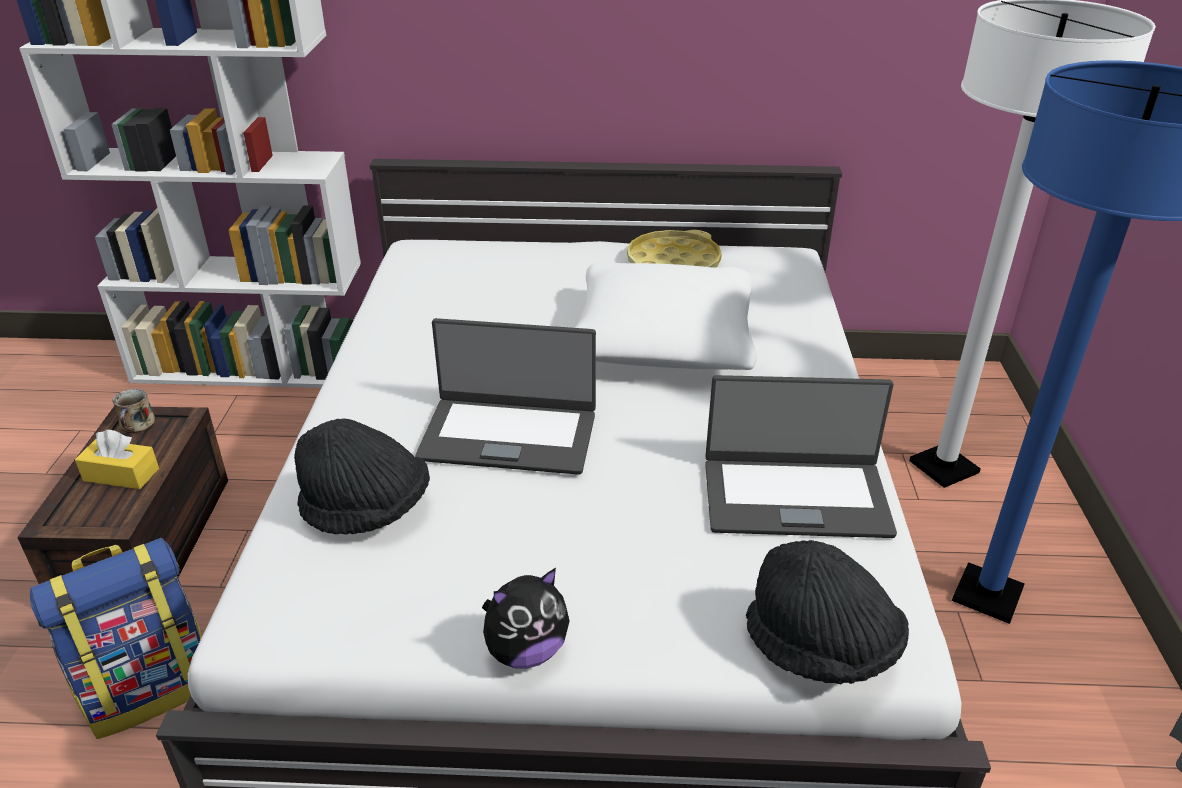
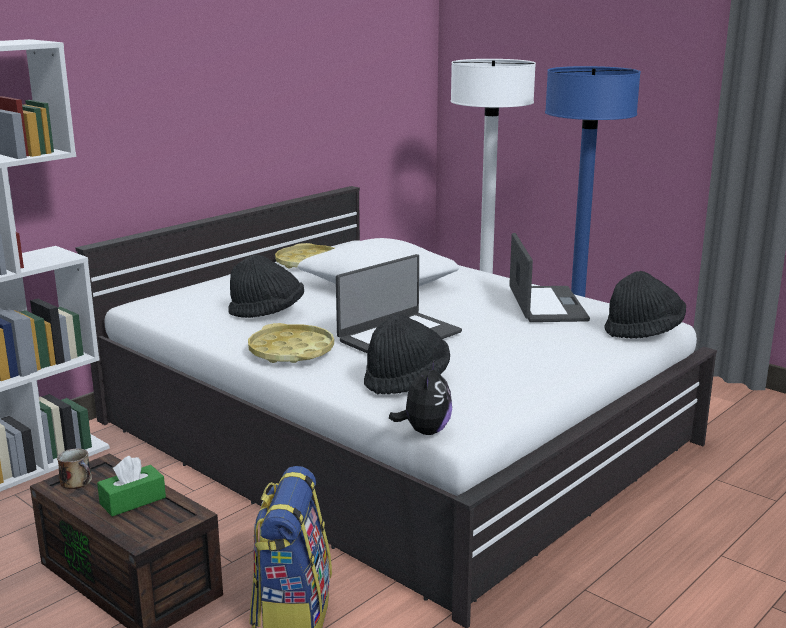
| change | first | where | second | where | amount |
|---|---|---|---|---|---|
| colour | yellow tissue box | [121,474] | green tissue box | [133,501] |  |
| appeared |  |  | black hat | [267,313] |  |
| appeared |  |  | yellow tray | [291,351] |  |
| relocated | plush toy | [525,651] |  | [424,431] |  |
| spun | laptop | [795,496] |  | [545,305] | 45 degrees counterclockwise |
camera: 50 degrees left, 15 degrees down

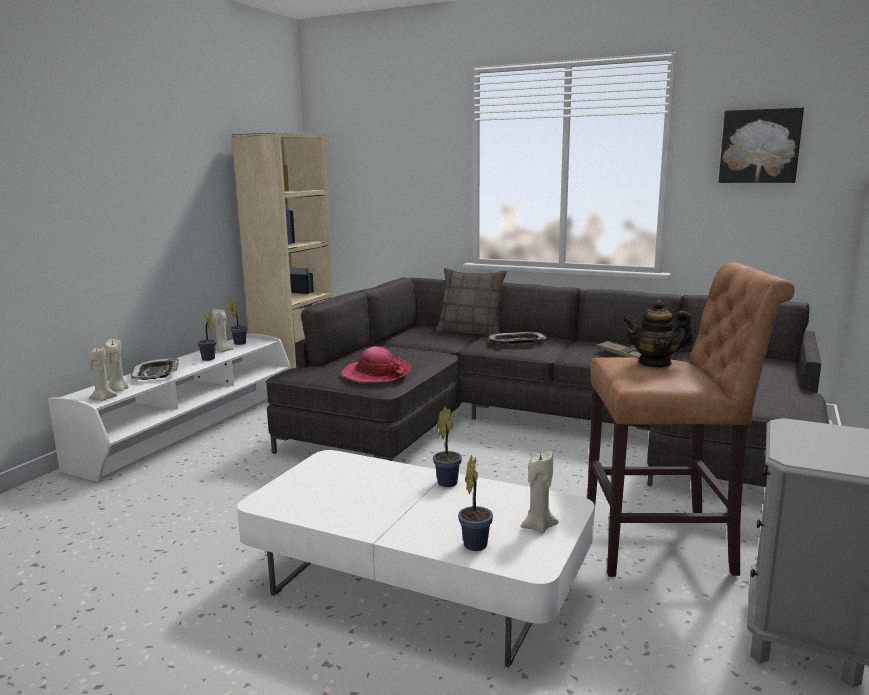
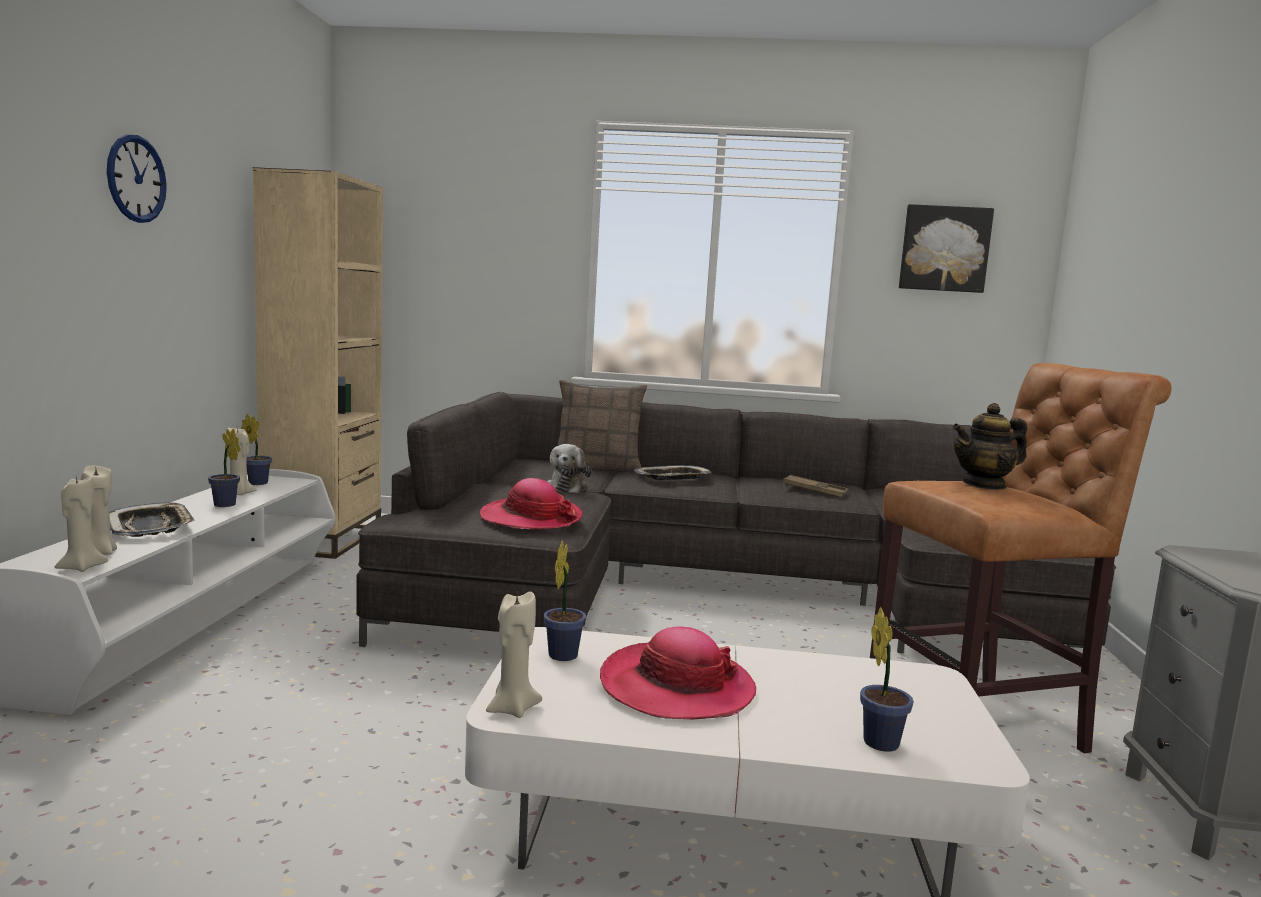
| change | first | where | second | where | amount |
|---|---|---|---|---|---|
| appeared |  |  | wall clock | [136,179] |  |
| relocated | beige candle | [538,527] |  | [512,709] |  |
| relocated | potted plant | [449,482] |  | [564,654] |  |
| appeared |  |  | plush toy | [567,487] |  |
| appeared |  |  | hat | [676,687] |  |
camera: 20 degrees left, 5 degrees down

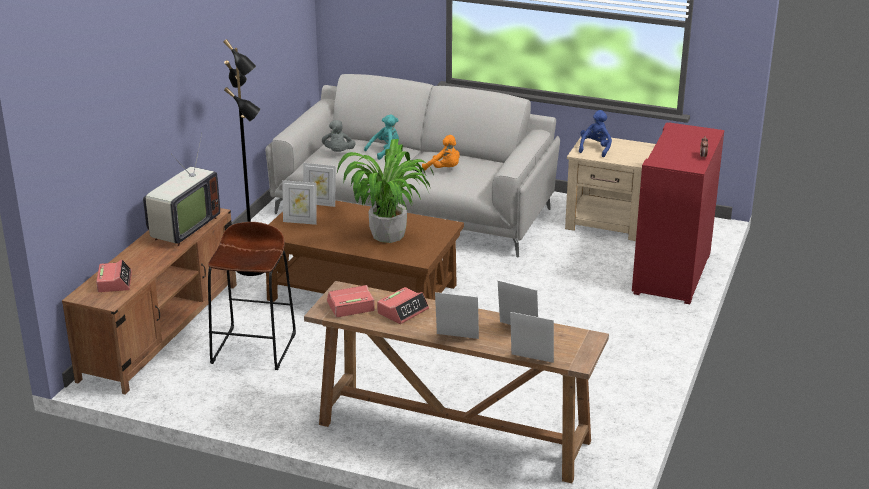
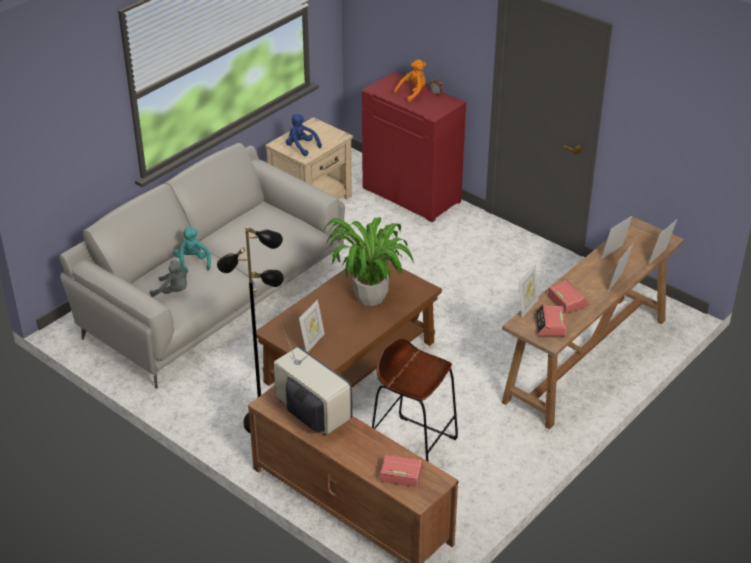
| change | first | where | second | where | amount |
|---|---|---|---|---|---|
| relocated | orange plush toy | [444,169] |  | [413,93] |  |
| relocated | picture frame | [320,203] |  | [527,307] |  |
camera: 70 degrees left, 10 degrees up

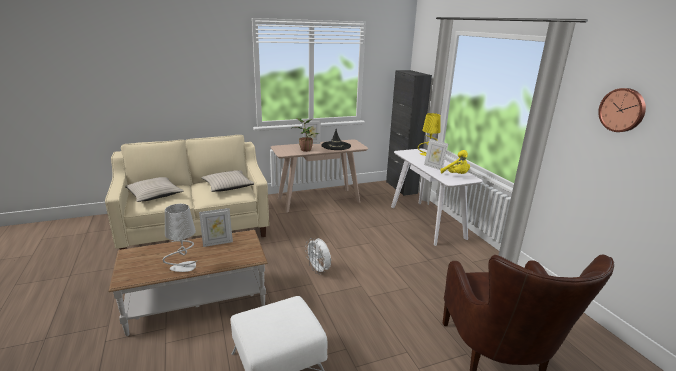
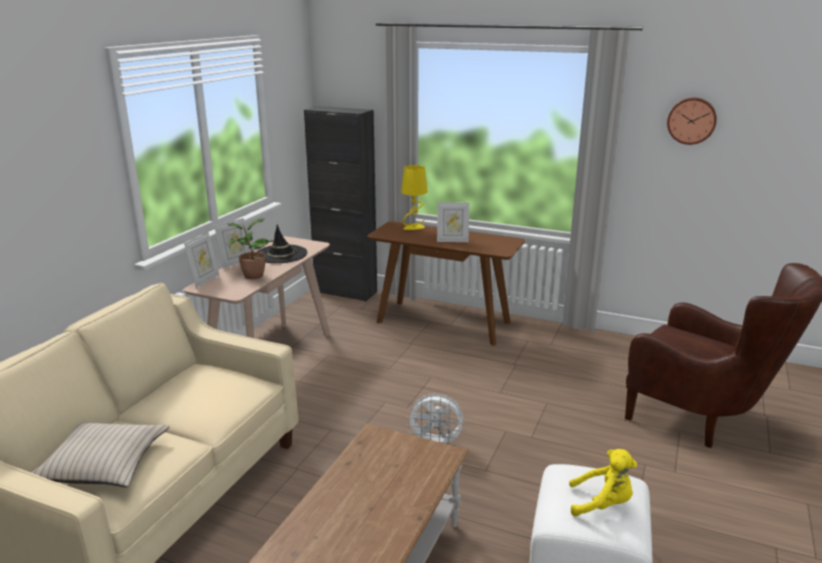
| change | first | where | second | where | amount |
|---|---|---|---|---|---|
| relocated | picture frame | [217,243] |  | [205,280] |  |
| colour | white console table | [427,222] | brown console table | [443,322] |  |
| relocated | yellow plush toy | [456,175] |  | [602,504] |  |
| missing | grey table lamp | [183,268] |  |  |  |
| missing | beige pillow | [228,186] |  |  |  |
camera: 45 degrees left, 0 degrees up

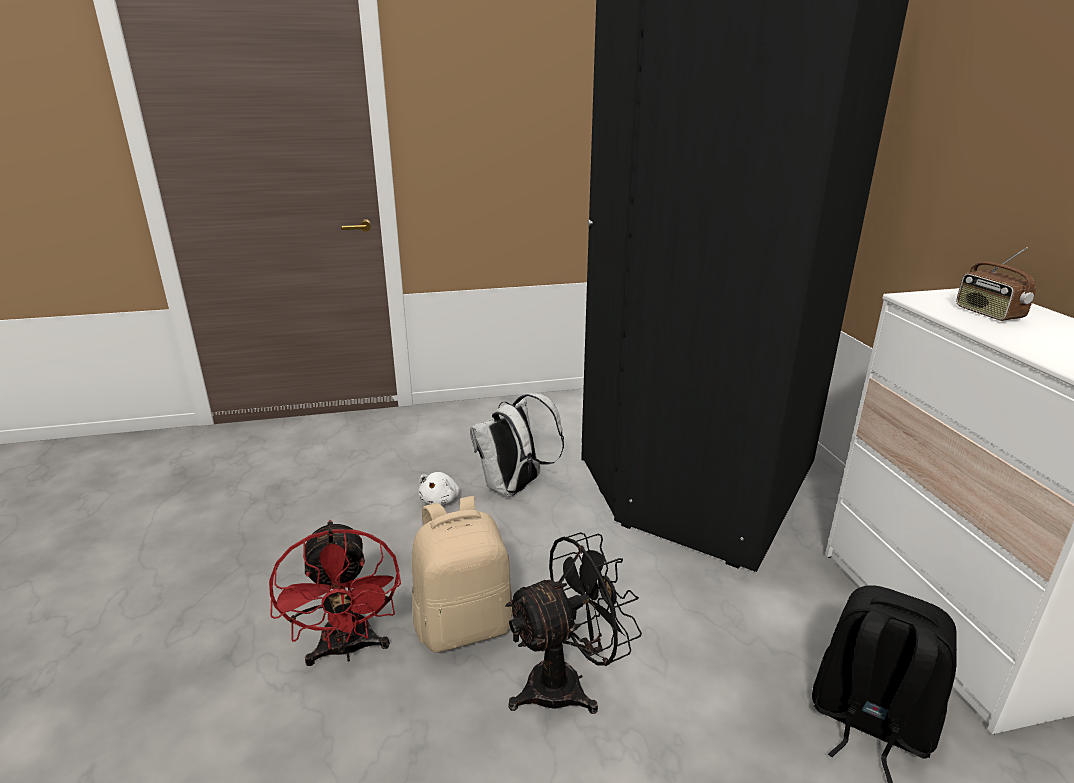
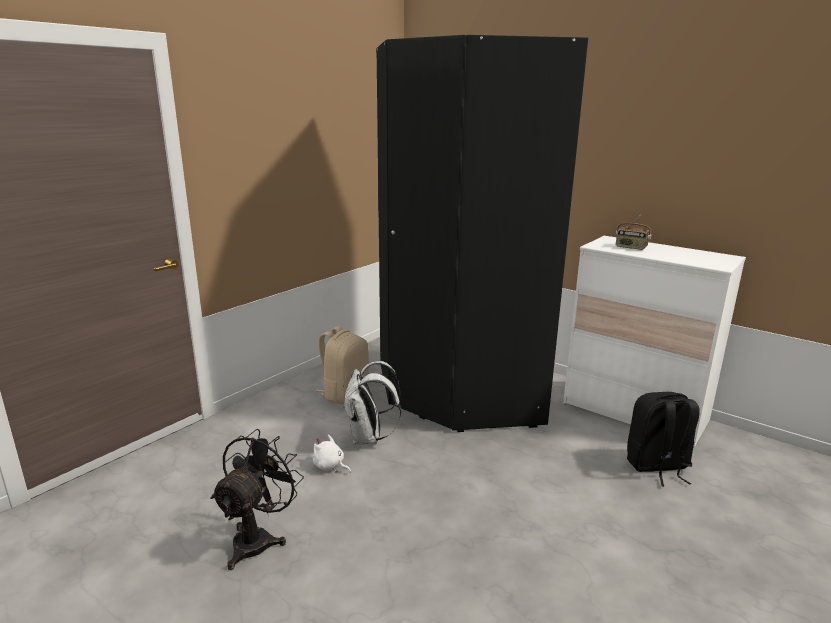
| change | first | where | second | where | amount |
|---|---|---|---|---|---|
| relocated | black fan | [567,683] |  | [258,538] |  |
| spun | white plush toy | [440,499] |  | [330,466] | 150 degrees clockwise |
| relocated | beige backpack | [464,625] |  | [344,394] |  |
| missing | red fan | [348,650] |  |  |  |
camera: 40 degrees left, 5 degrees down

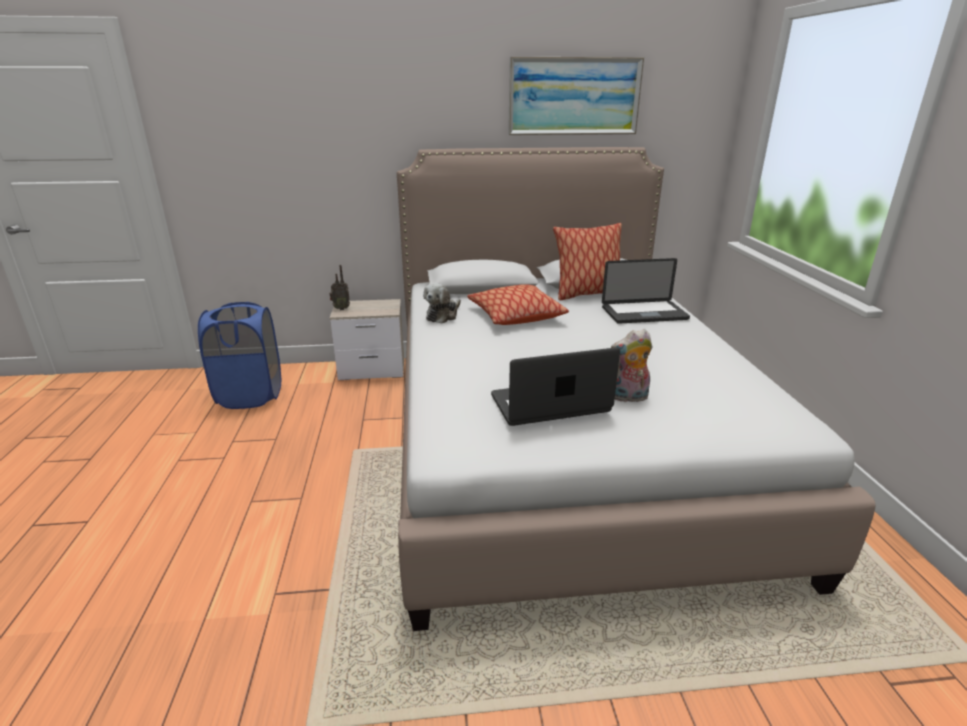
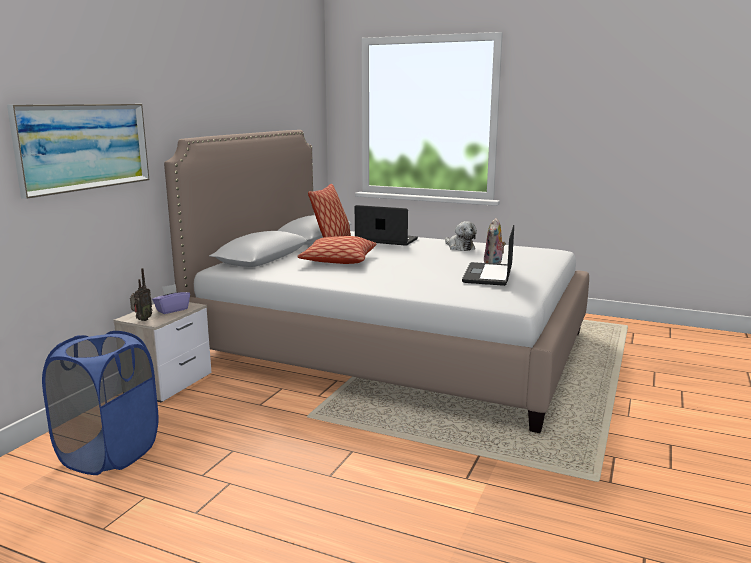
| change | first | where | second | where | amount |
|---|---|---|---|---|---|
| relocated | picture | [574,96] |  | [84,146] |  |
| appeared |  |  | purple tissue box | [172,310] |  |
| spun | laptop | [644,313] |  | [386,240] | 90 degrees counterclockwise |
| relocated | plush toy | [443,315] |  | [459,247] |  |
camera: 60 degrees left, 10 degrees down

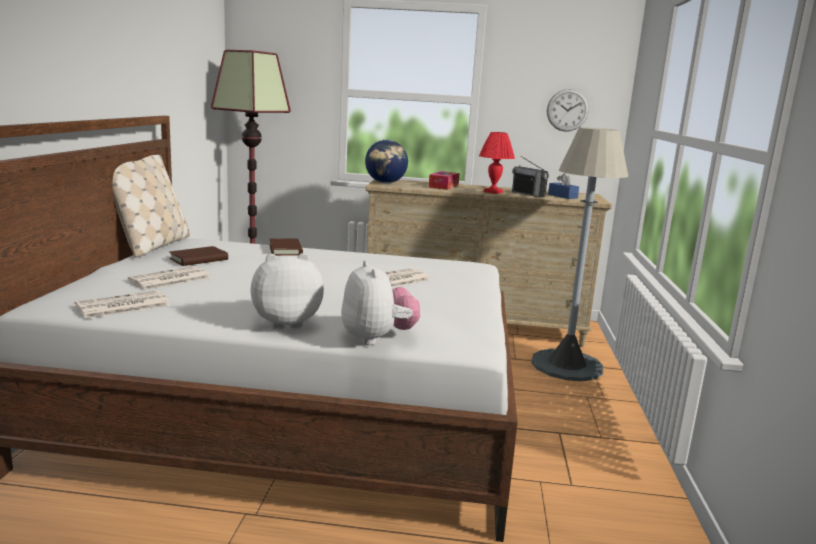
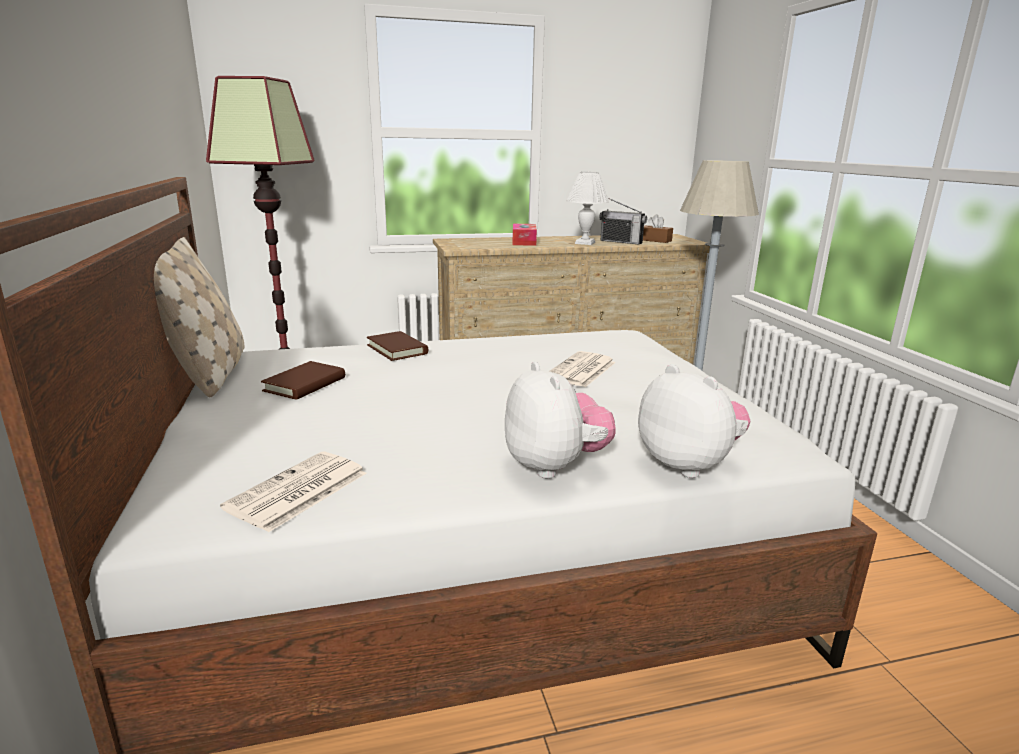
| change | first | where | second | where | amount |
|---|---|---|---|---|---|
| spun | plush toy | [286,323] |  | [555,466] | 105 degrees clockwise |
| colour | red table lamp | [494,192] | white table lamp | [585,243] |  |
| colour | blue tissue box | [562,196] | brown tissue box | [654,240] |  |
| missing | newspaper | [169,279] |  |  |  |
| missing | globe | [385,183] |  |  |  |
| missing | wall clock | [567,110] |  |  |  |
camera: 20 degrees left, 5 degrees up

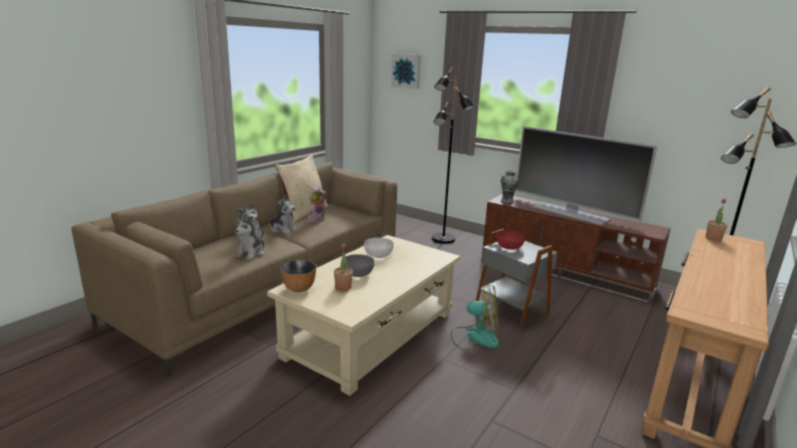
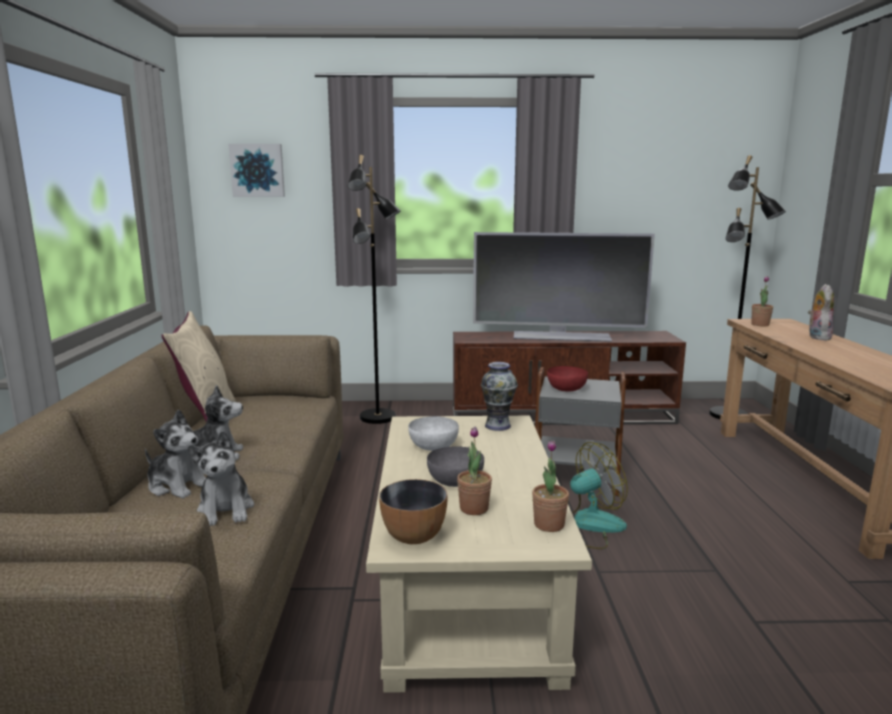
| change | first | where | second | where | amount |
|---|---|---|---|---|---|
| relocated | vase | [507,201] |  | [497,425] |  |
| appeared |  |  | potted plant | [549,524] |  |
| relocated | plush toy | [316,220] |  | [817,337] |  |
camera: 35 degrees left, 5 degrees down

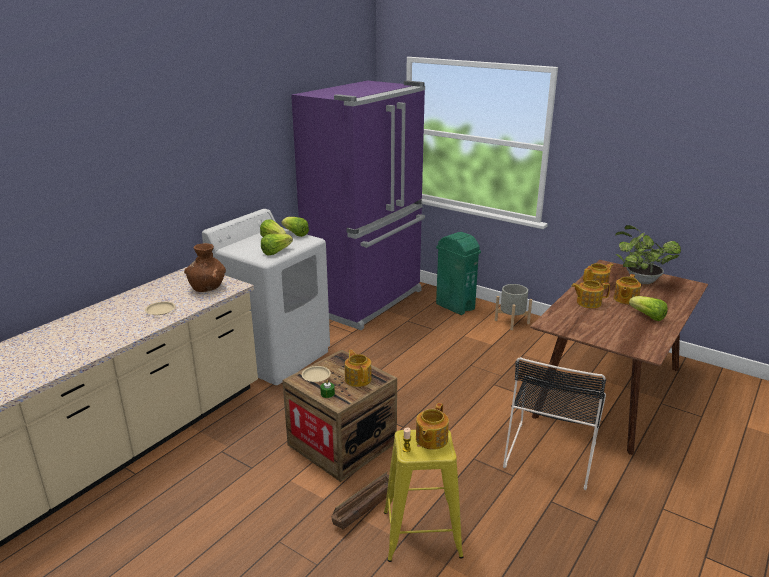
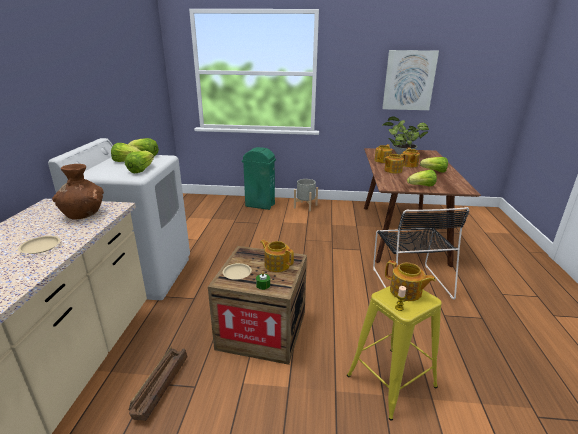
| change | first | where | second | where | amount |
|---|---|---|---|---|---|
| relocated | crate | [364,505] |  | [159,386] |  |
| appeared |  |  | picture | [409,80] |  |
| spun | teapot | [431,439] |  | [406,292] | 45 degrees counterclockwise |
| appeared |  |  | lettuce | [421,186] |  |
| missing | purple fridge | [367,301] |  |  |  |
camera: 30 degrees left, 0 degrees up

